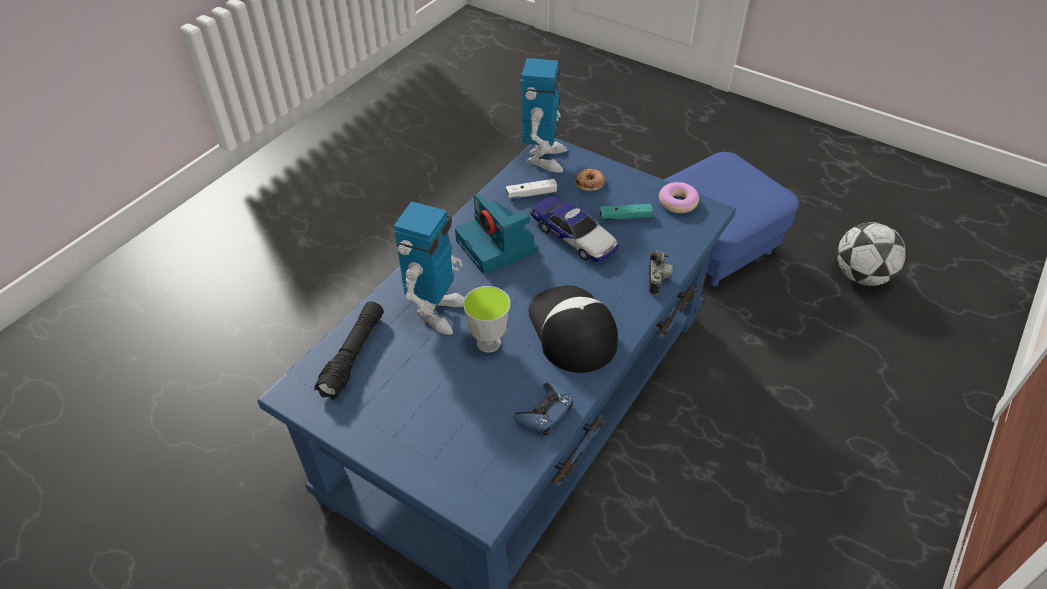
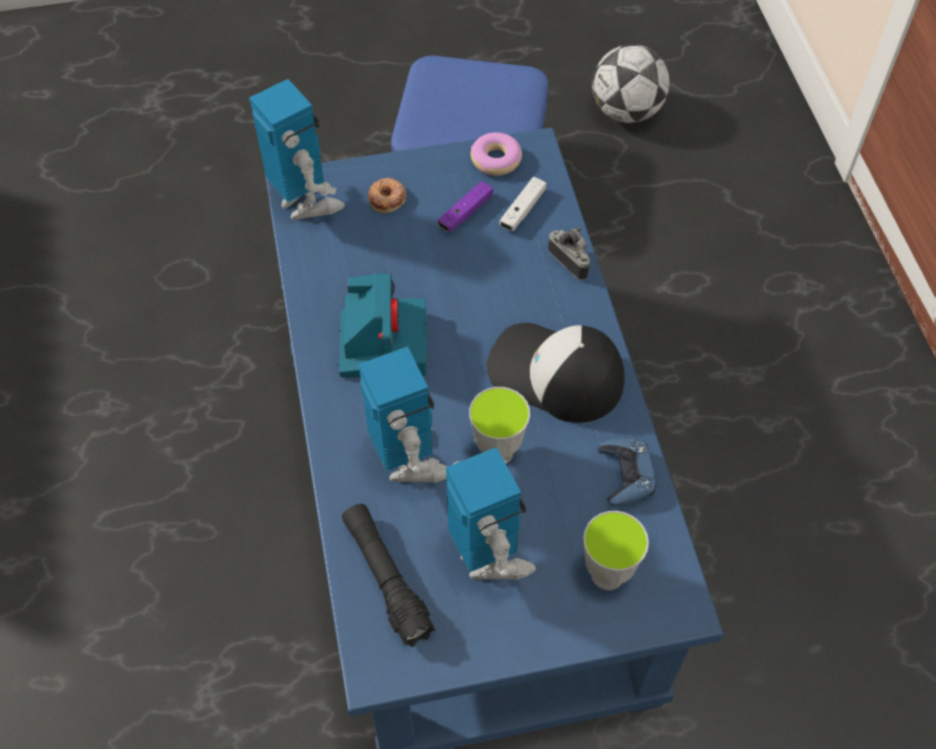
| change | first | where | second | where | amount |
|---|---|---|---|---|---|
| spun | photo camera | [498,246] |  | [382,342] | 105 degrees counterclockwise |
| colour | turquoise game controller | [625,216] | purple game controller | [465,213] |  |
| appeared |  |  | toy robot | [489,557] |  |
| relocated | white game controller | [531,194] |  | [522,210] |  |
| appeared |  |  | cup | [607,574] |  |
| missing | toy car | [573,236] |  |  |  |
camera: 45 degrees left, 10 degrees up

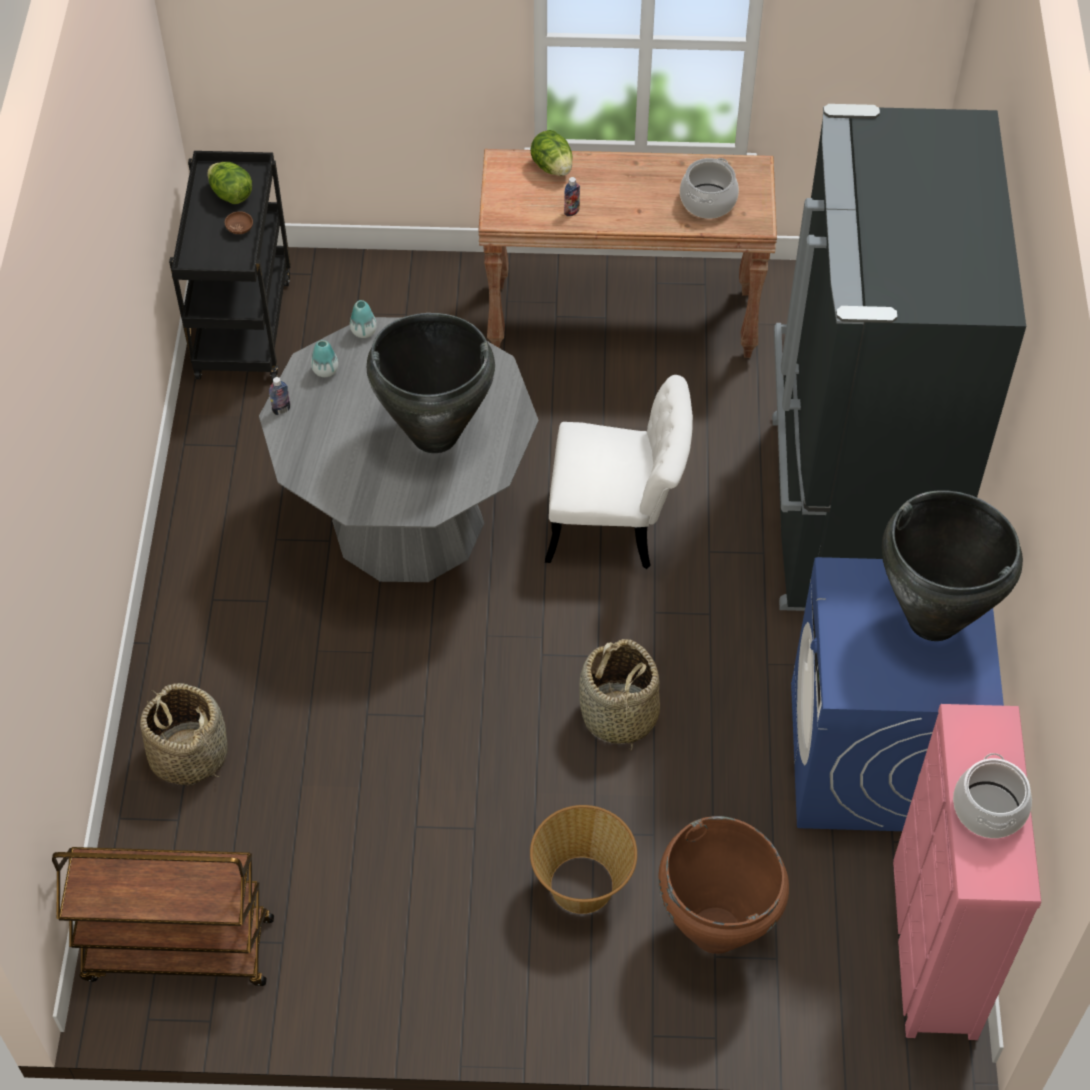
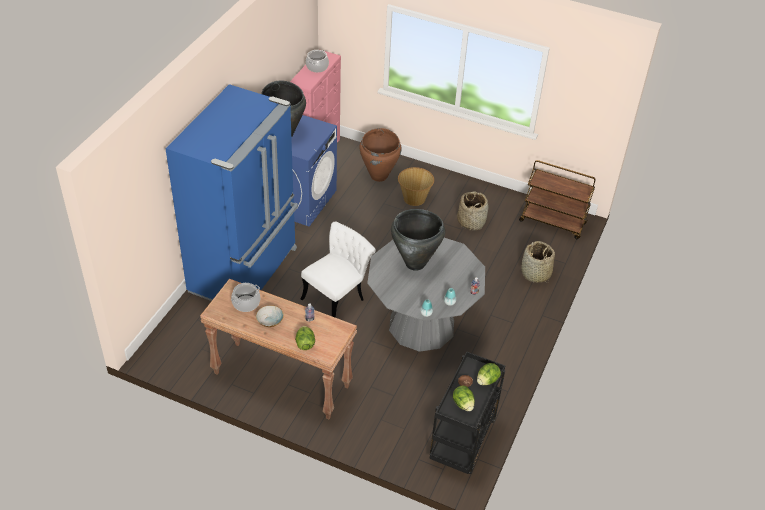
| change | first | where | second | where | amount |
|---|---|---|---|---|---|
| colour | black fridge | [849,514] | blue fridge | [245,270] |  |
| appeared |  |  | bowl | [270,321] |  |
| spun | white chair | [617,525] |  | [337,296] | 105 degrees clockwise |
| relocated | basket | [619,715] |  | [471,221] |  |
| appeared |  |  | lettuce | [487,380] |  |
camera: 160 degrees left, 10 degrees down

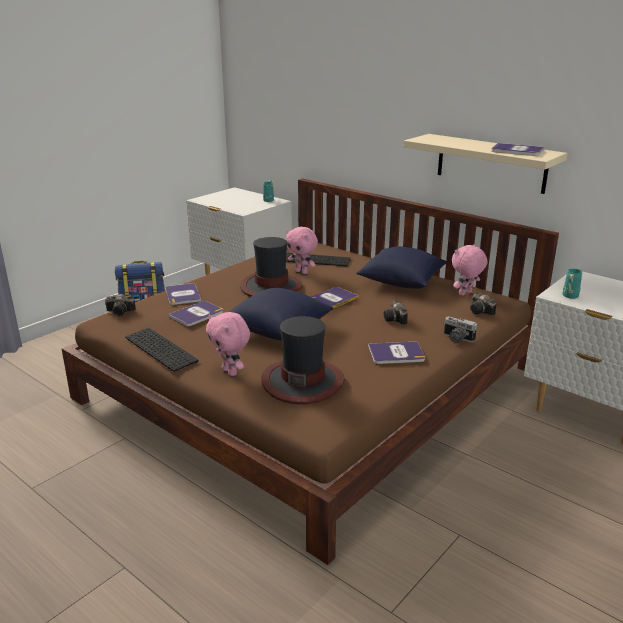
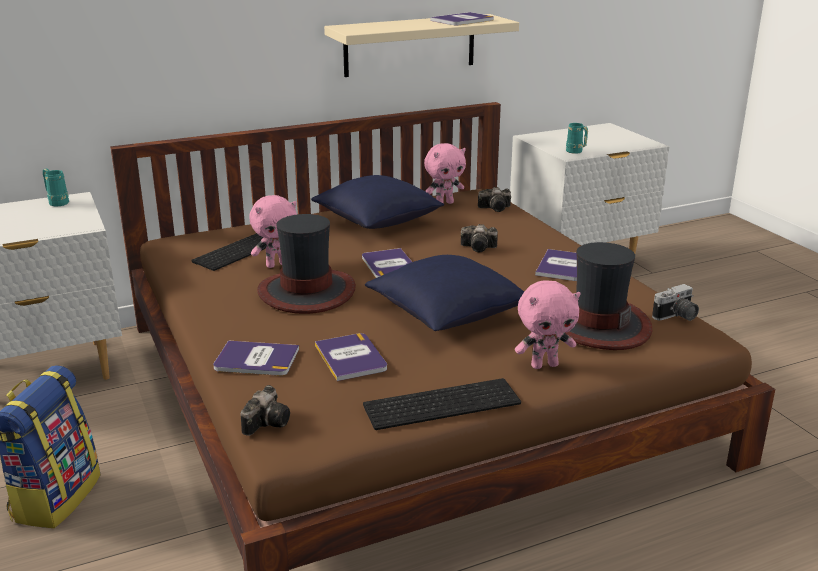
| change | first | where | second | where | amount |
|---|---|---|---|---|---|
| spun | pink plush toy | [465,293] |  | [444,203] | 105 degrees counterclockwise |
| relocated | photo camera | [456,339] |  | [676,317] |  |
camera: 65 degrees left, 0 degrees up

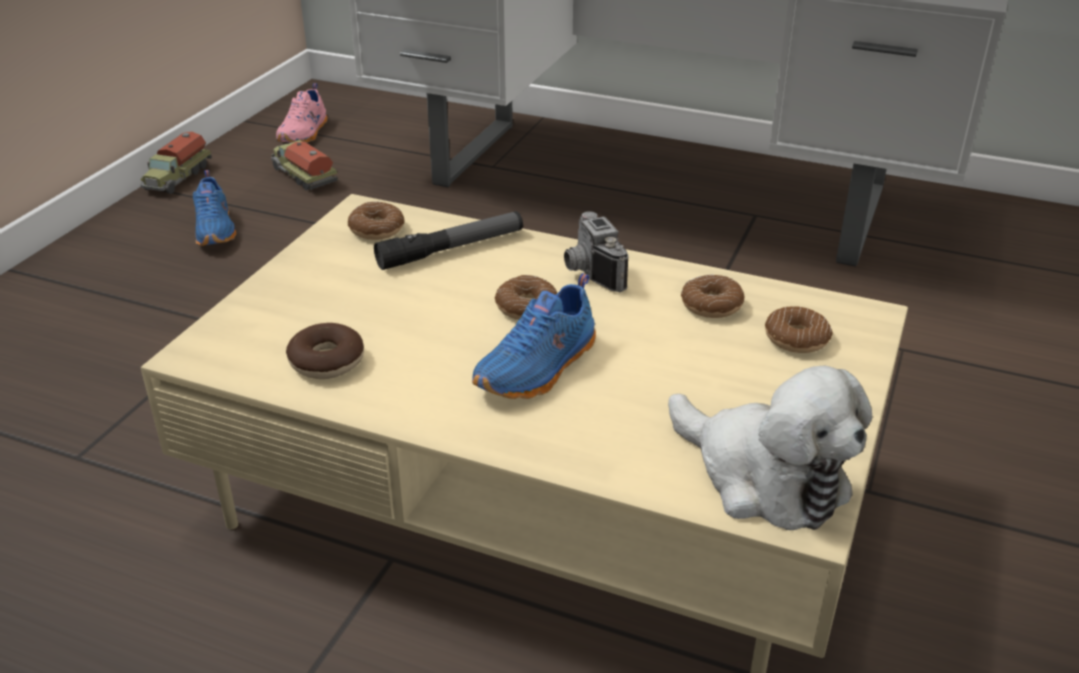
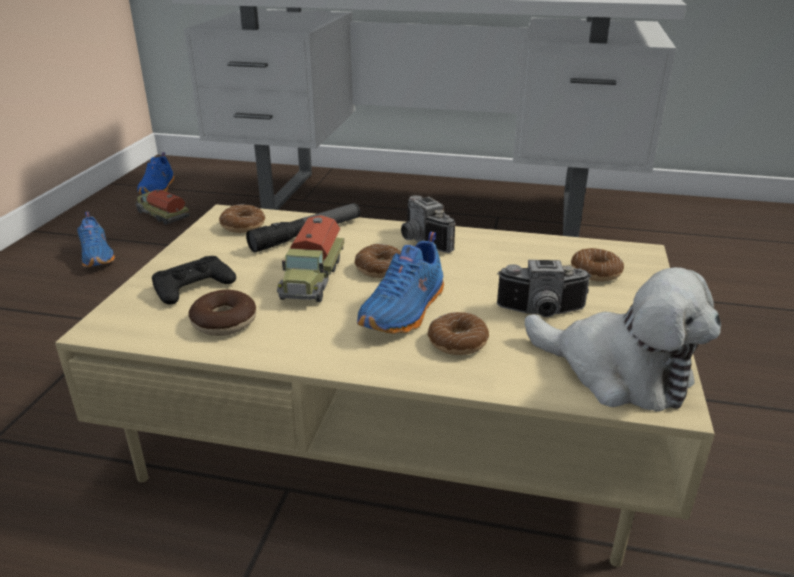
| change | first | where | second | where | amount |
|---|---|---|---|---|---|
| colour | pink shoe | [305,133] | blue shoe | [158,188] |  |
| appeared |  |  | black game controller | [193,287] |  |
| relocated | toy truck | [177,178] |  | [312,279] |  |
| relocated | donut | [711,305] |  | [457,342] |  |
| appeared |  |  | photo camera | [542,313] |  |
camera: 10 degrees left, 5 degrees down

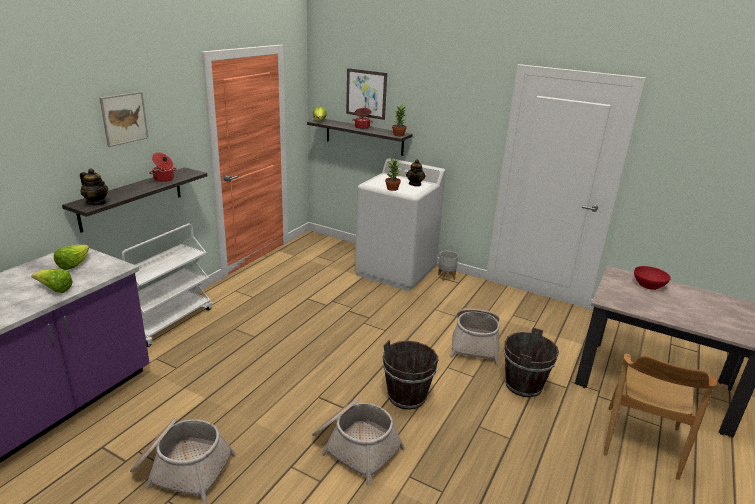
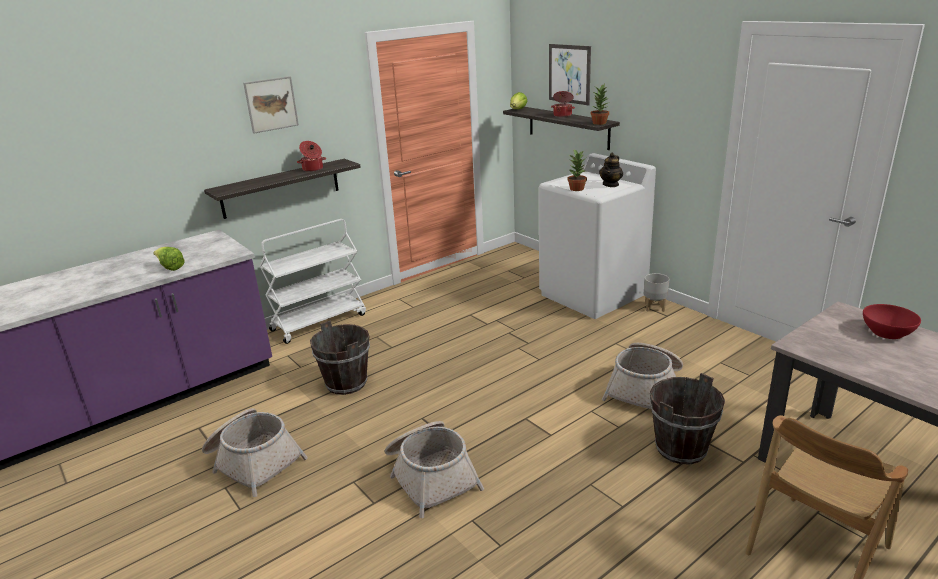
| change | first | where | second | where | amount |
|---|---|---|---|---|---|
| relocated | brown bucket | [407,396] |  | [347,383] |  |
| missing | lettuce | [73,265] |  |  |  |
| missing | teapot | [96,202] |  |  |  |
camera: 25 degrees right, 0 degrees up

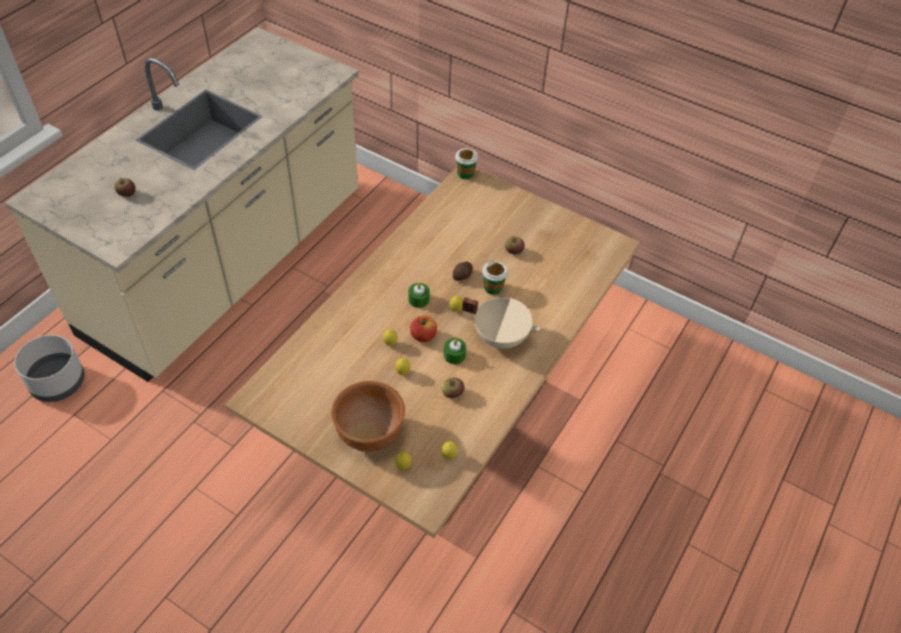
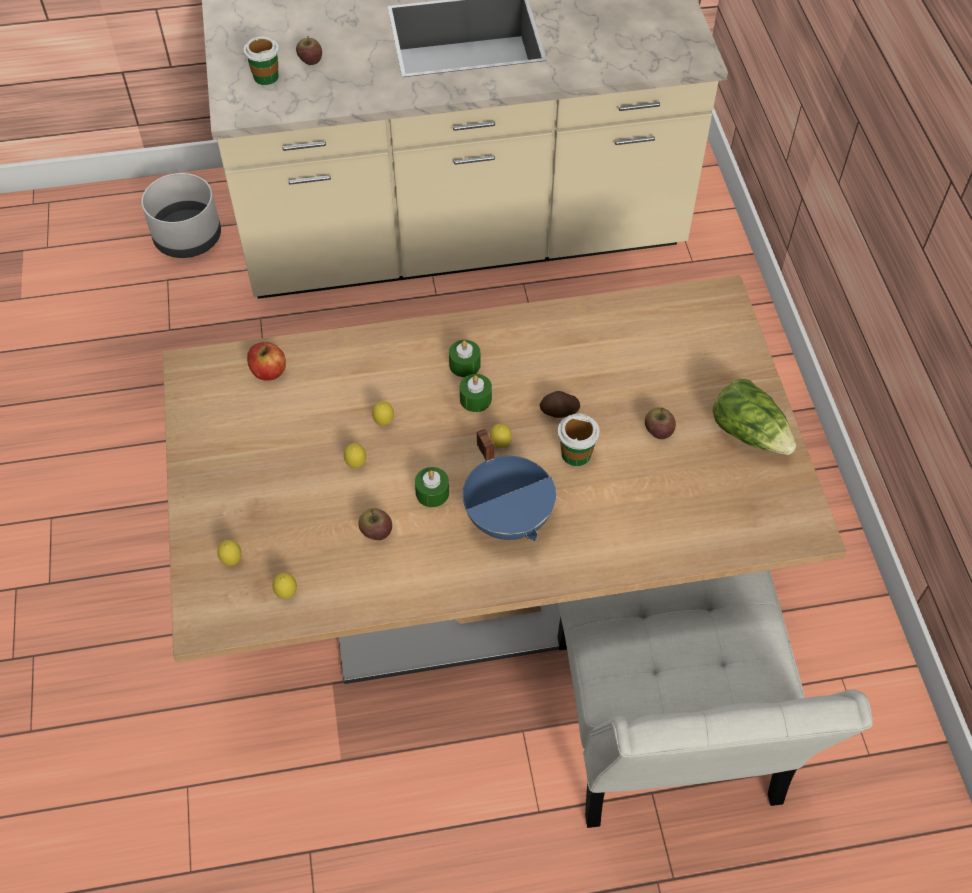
| change | first | where | second | where | amount |
|---|---|---|---|---|---|
| relocated | cup | [465,173] |  | [266,76] |  |
| relocated | apple | [423,336] |  | [268,371] |  |
| appeared |  |  | green candle | [464,364] |  |
| colour | beige cooking pot | [500,336] | blue cooking pot | [509,516] |  |
| appeared |  |  | white chair | [667,736] |  |
| appeared |  |  | lettuce | [749,432] |  |
| missing | brown bowl | [370,433] |  |  |  |
camera: 50 degrees right, 5 degrees up

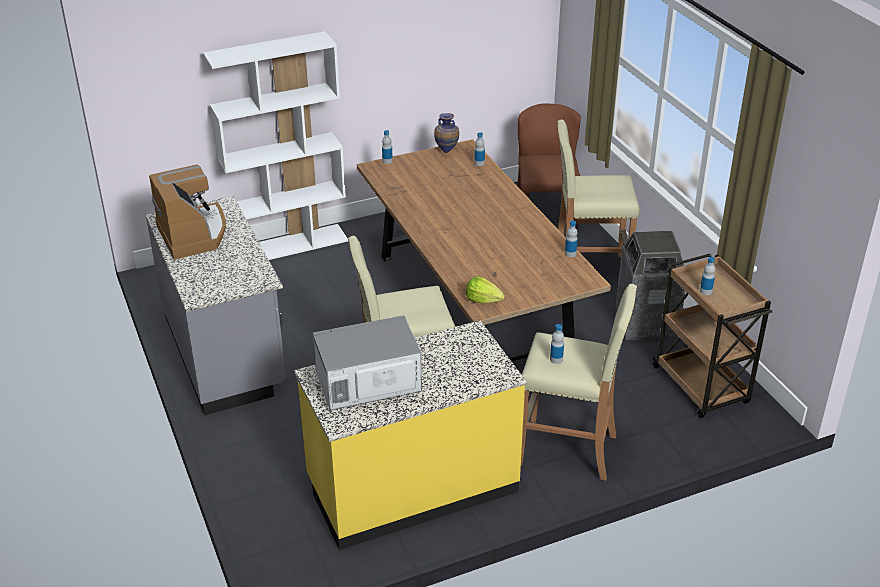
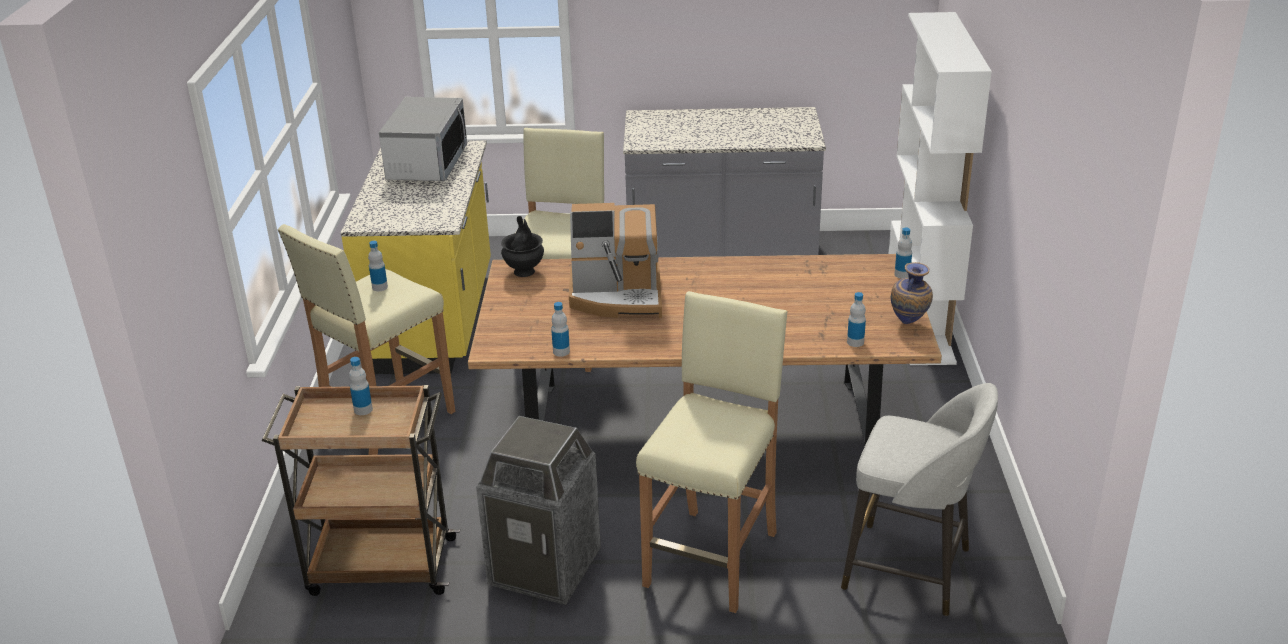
| change | first | where | second | where | amount |
|---|---|---|---|---|---|
| exchanged | lettuce | [483,300] | black vase | [524,272] |  |
| relocated | coffee machine | [194,234] |  | [617,296] |  |
| exchanged | brown chair | [546,213] | grey stool | [910,570] |  |
camera: 115 degrees right, 5 degrees down

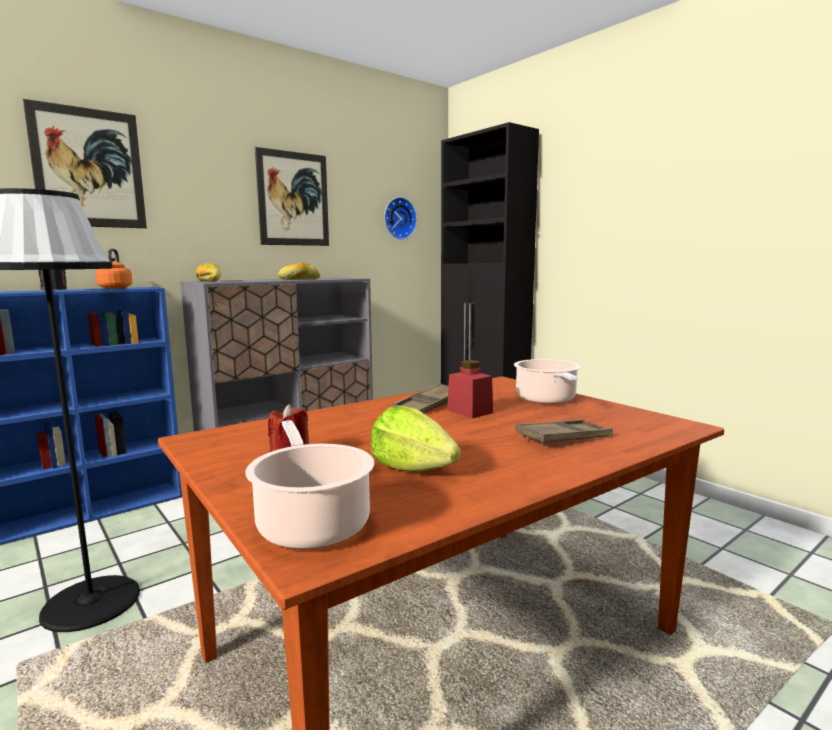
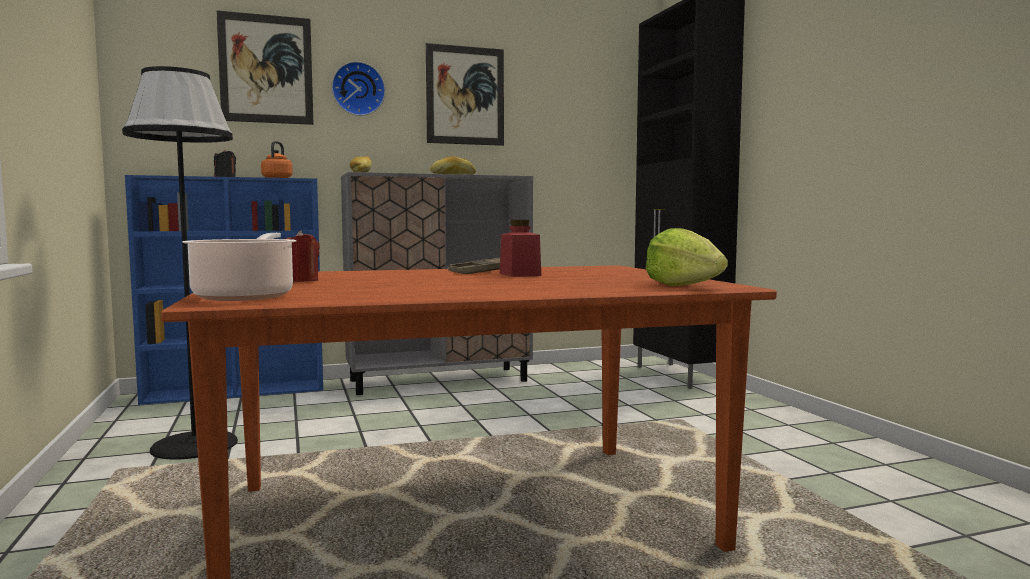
| change | first | where | second | where | amount |
|---|---|---|---|---|---|
| relocated | wall clock | [398,218] |  | [358,89] |  |
| relocated | lettuce | [412,468] |  | [683,286] |  |
| missing | cooking pot | [546,400] |  |  |  |
| missing | brown tray | [563,438] |  |  |  |
camera: 20 degrees right, 5 degrees down

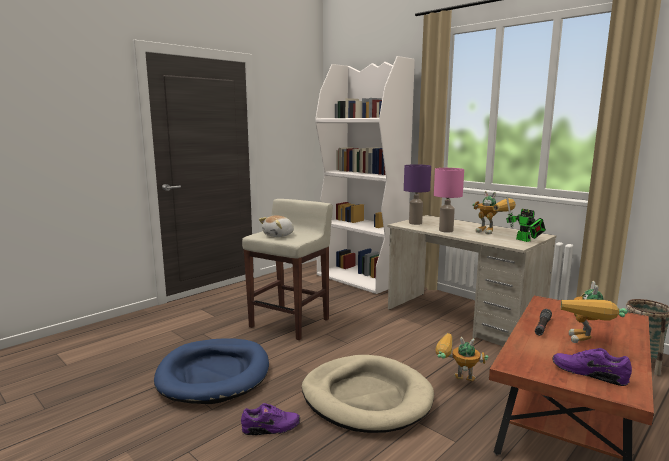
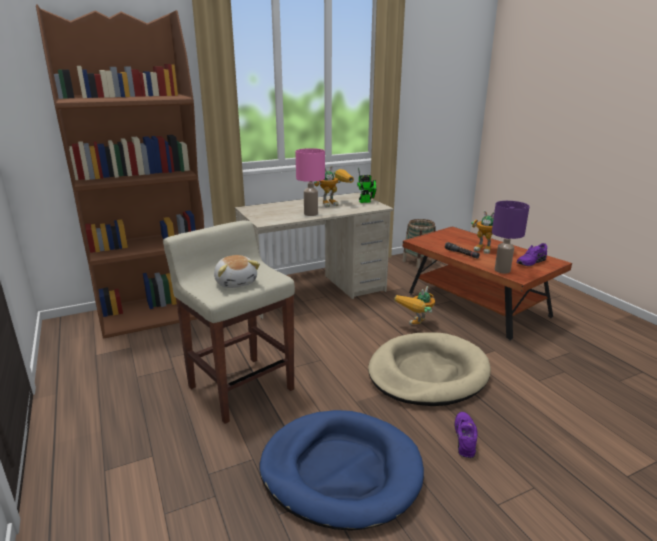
| change | first | where | second | where | amount |
|---|---|---|---|---|---|
| colour | white bookcase | [361,278] | brown bookcase | [158,312] |  |
| relocated | purple table lamp | [415,223] |  | [502,270] |  |
camera: 70 degrees left, 10 degrees up

